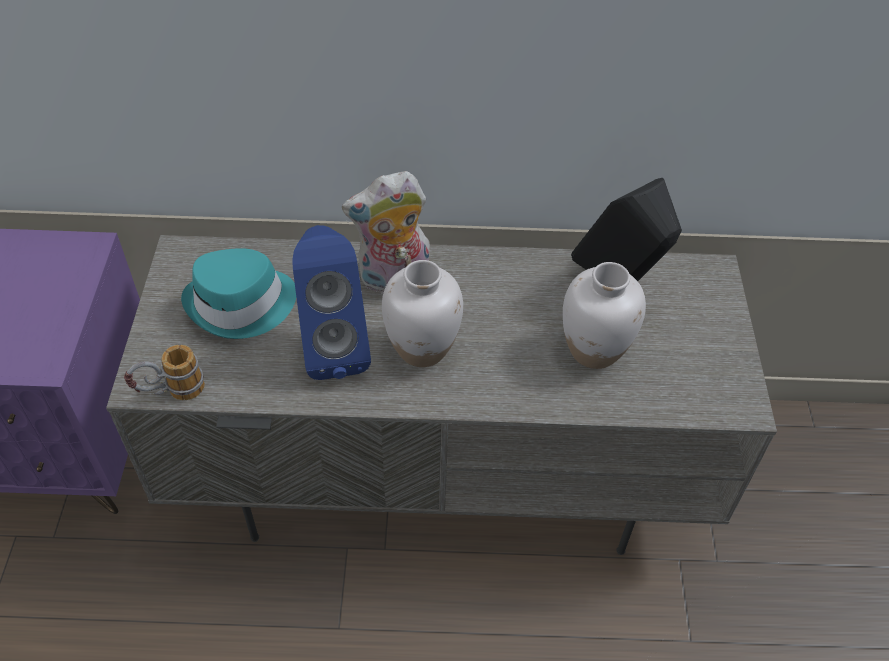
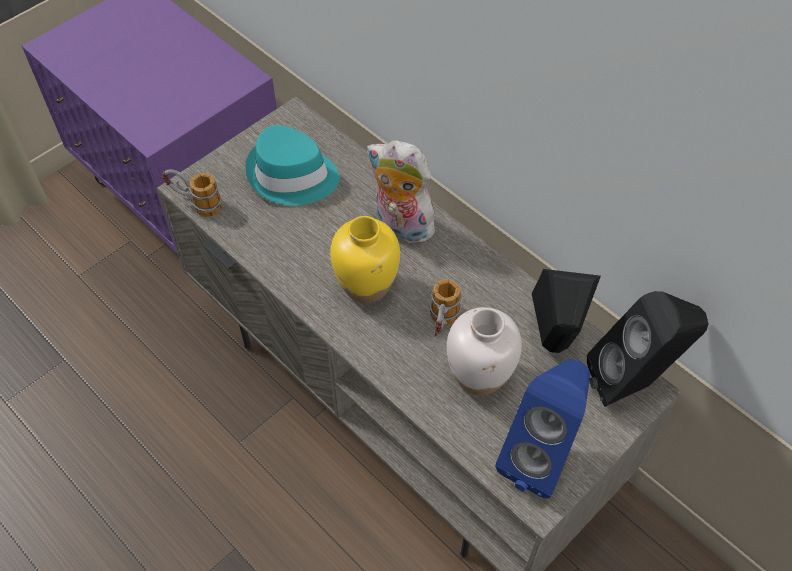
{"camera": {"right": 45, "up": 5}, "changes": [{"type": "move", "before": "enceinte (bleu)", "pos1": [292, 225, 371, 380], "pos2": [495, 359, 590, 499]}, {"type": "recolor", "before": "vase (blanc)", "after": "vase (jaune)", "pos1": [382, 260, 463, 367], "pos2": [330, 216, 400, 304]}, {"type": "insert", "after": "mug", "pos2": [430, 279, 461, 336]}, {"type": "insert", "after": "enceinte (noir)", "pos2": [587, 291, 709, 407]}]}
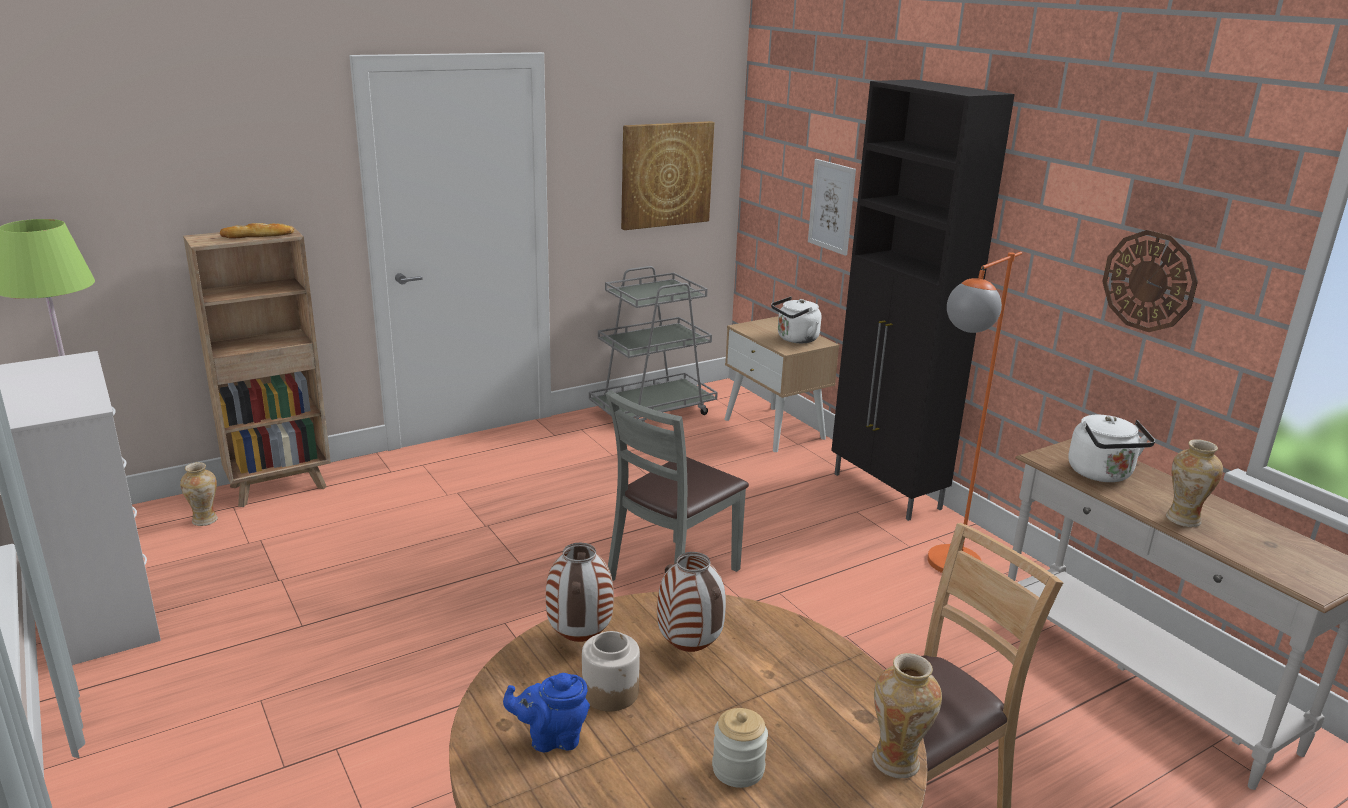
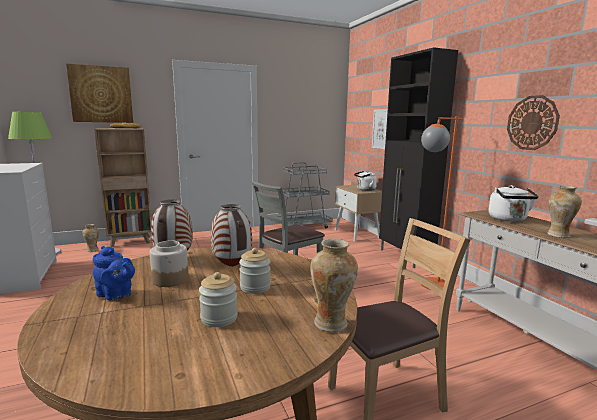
{"camera": {"right": 10, "up": -10}, "changes": [{"type": "move", "before": "tableau", "pos1": [621, 121, 715, 230], "pos2": [66, 64, 133, 123]}, {"type": "rotate", "before": "théière (bleu)", "pos1": [503, 673, 590, 752], "pos2": [93, 246, 135, 301], "turn": -150}, {"type": "insert", "after": "bocal", "pos2": [239, 248, 271, 294]}]}
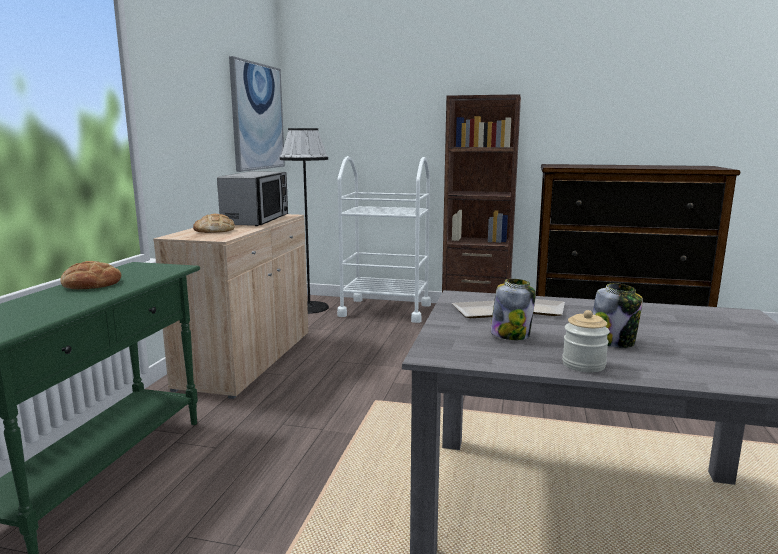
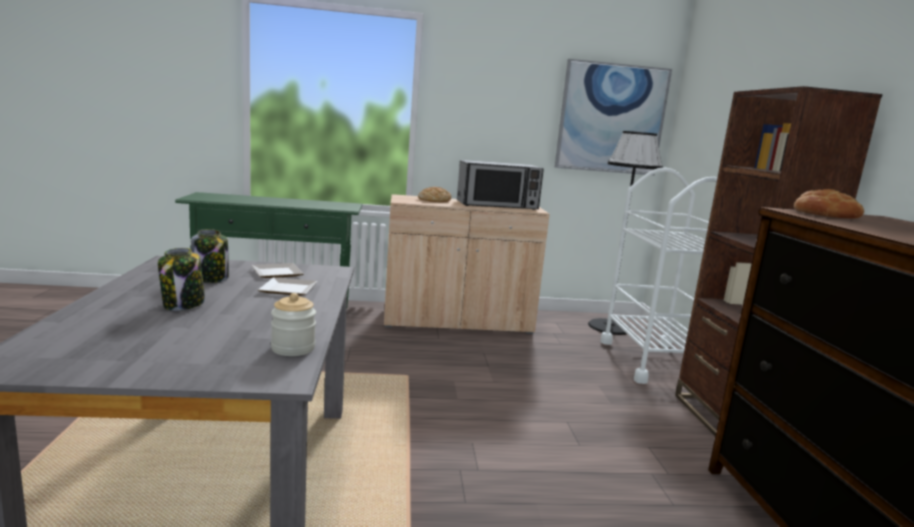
{"camera": {"right": 70, "up": 0}, "changes": [{"type": "move", "before": "pain", "pos1": [60, 261, 121, 289], "pos2": [794, 189, 864, 219]}, {"type": "move", "before": "bocal", "pos1": [562, 310, 610, 372], "pos2": [271, 293, 316, 356]}]}
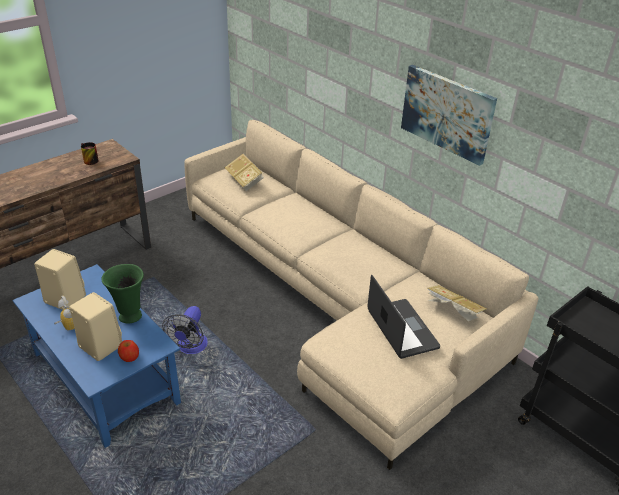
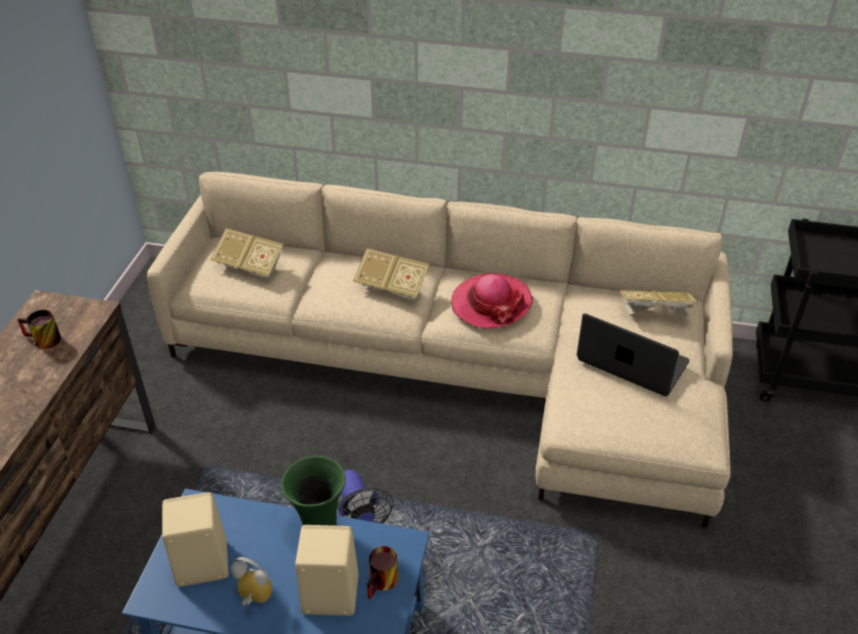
{"camera": {"right": -35, "up": 5}, "changes": [{"type": "delete", "before": "tableau", "pos1": [401, 65, 497, 166]}, {"type": "replace", "before": "pomme", "after": "mug", "pos1": [118, 340, 139, 362], "pos2": [367, 546, 398, 599]}, {"type": "insert", "after": "livre", "pos2": [353, 248, 430, 301]}, {"type": "insert", "after": "chapeau", "pos2": [451, 273, 533, 329]}]}
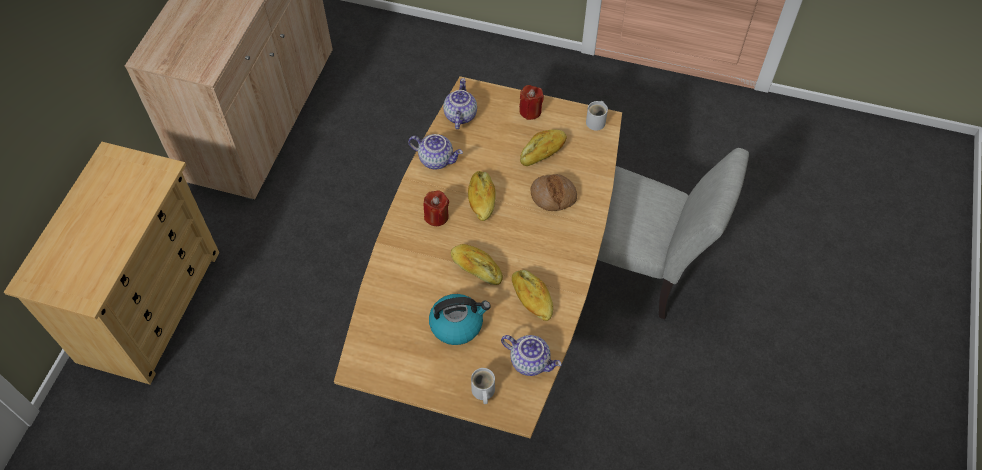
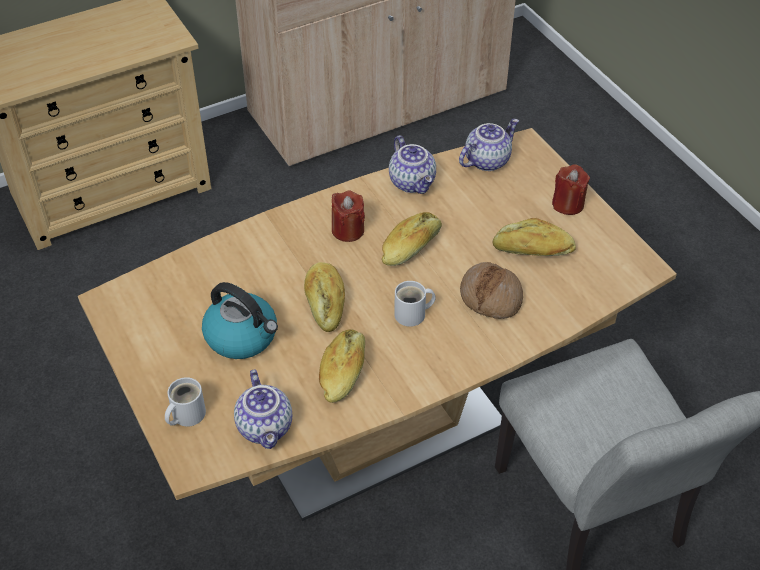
{"camera": {"right": 45, "up": -10}, "changes": [{"type": "move", "before": "mug (blanc)", "pos1": [586, 101, 608, 131], "pos2": [394, 281, 436, 327]}]}
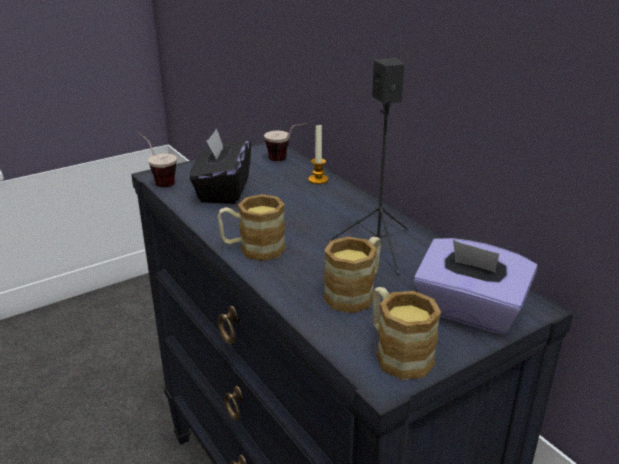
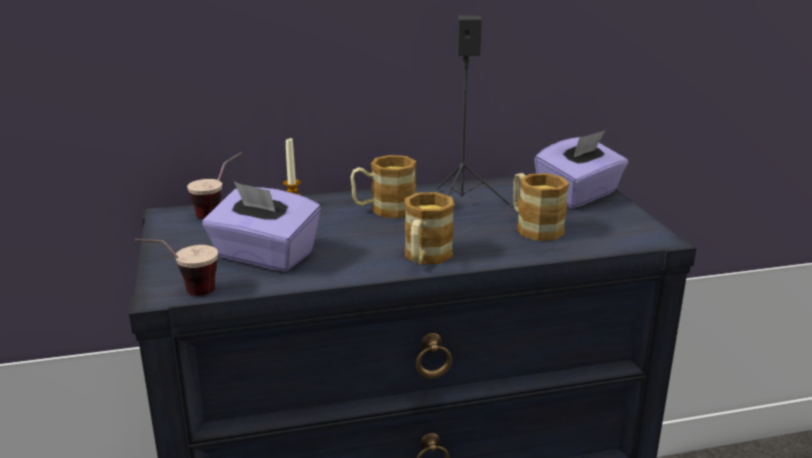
{"camera": {"right": -70, "up": -5}, "changes": [{"type": "recolor", "before": "boîte à mouchoirs (noir)", "after": "boîte à mouchoirs (violet)", "pos1": [190, 128, 251, 204], "pos2": [202, 182, 321, 272]}, {"type": "move", "before": "mug", "pos1": [373, 287, 441, 380], "pos2": [350, 155, 416, 218]}]}
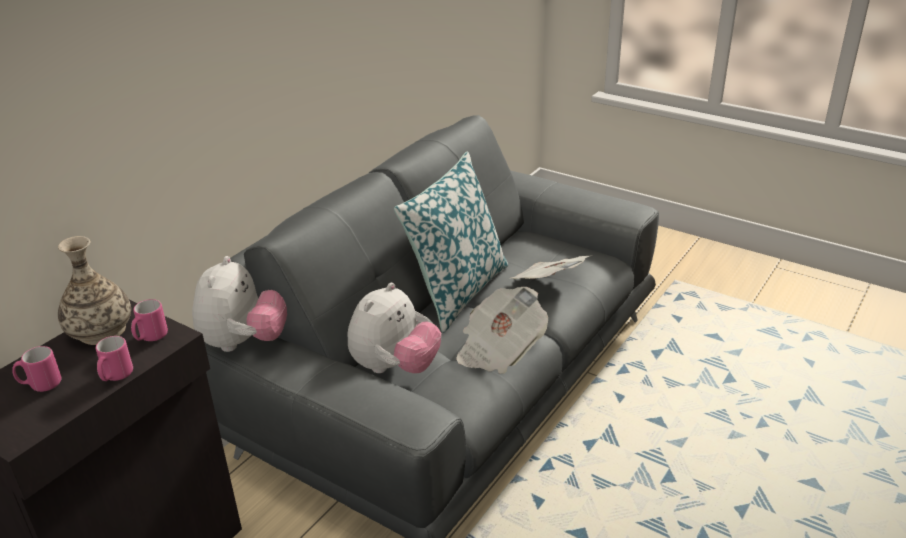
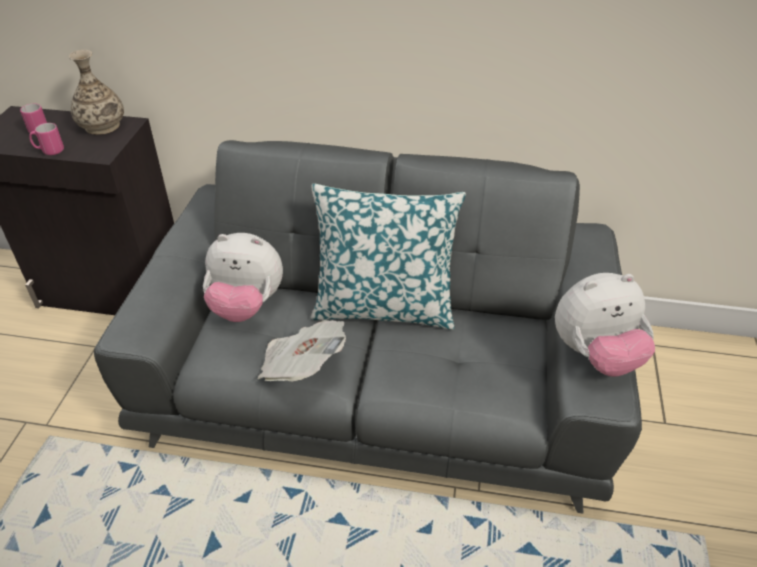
{"camera": {"right": 65, "up": 10}, "changes": [{"type": "move", "before": "peluche", "pos1": [192, 256, 287, 352], "pos2": [555, 273, 655, 377]}, {"type": "delete", "before": "journal", "pos1": [509, 256, 590, 279]}, {"type": "delete", "before": "mug (rose)", "pos1": [131, 299, 168, 341]}]}
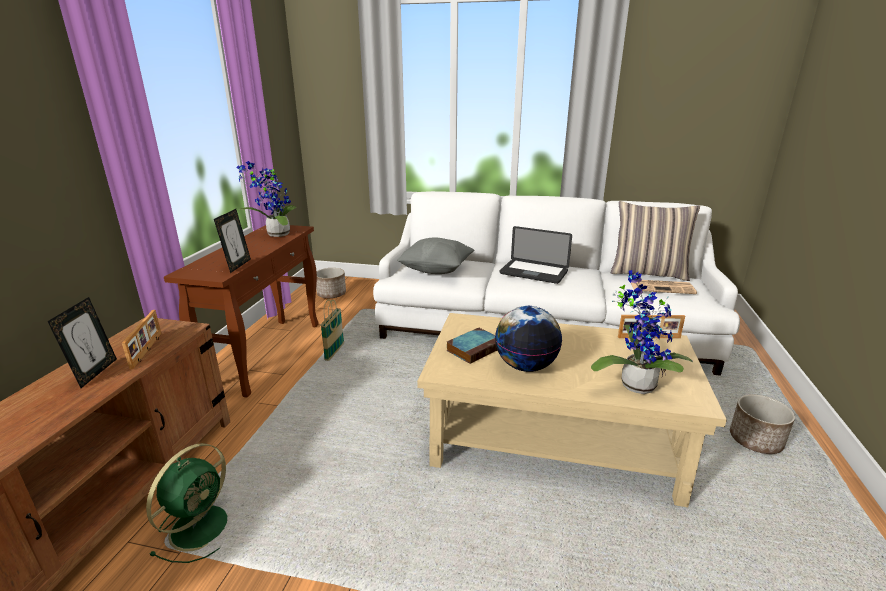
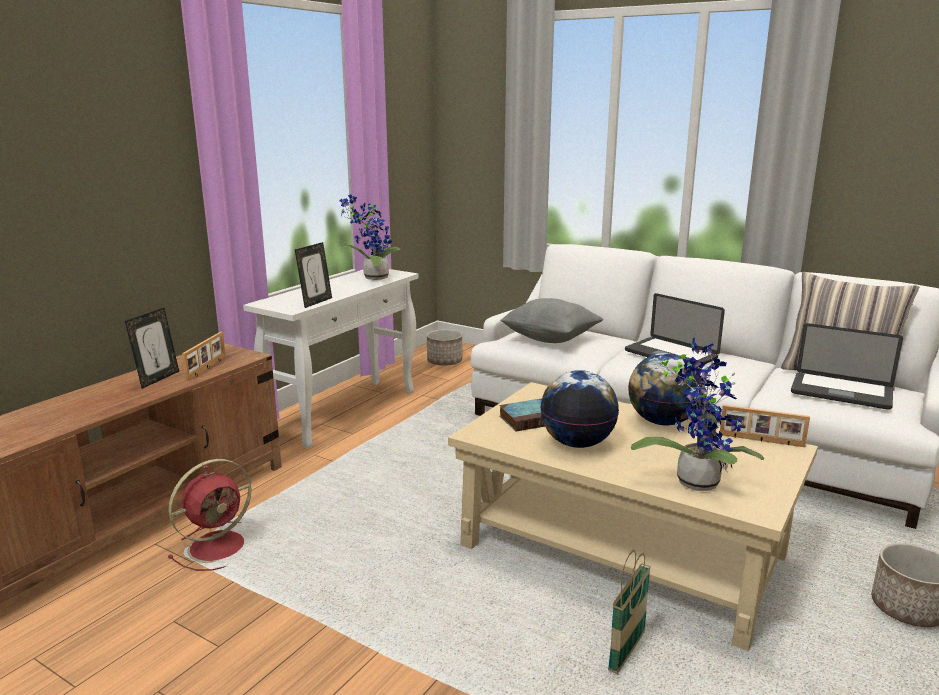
{"camera": {"right": 20, "up": -5}, "changes": [{"type": "recolor", "before": "table console (marron)", "after": "table console (blanc)", "pos1": [164, 225, 319, 398], "pos2": [243, 269, 418, 449]}, {"type": "replace", "before": "journal", "after": "ordinateur portable", "pos1": [631, 280, 697, 294], "pos2": [791, 323, 903, 410]}, {"type": "move", "before": "panier", "pos1": [320, 299, 344, 361], "pos2": [608, 550, 651, 674]}, {"type": "recolor", "before": "ventilateur (vert)", "after": "ventilateur (rouge)", "pos1": [146, 443, 227, 563], "pos2": [168, 459, 252, 571]}, {"type": "insert", "after": "globe", "pos2": [628, 353, 703, 426]}]}
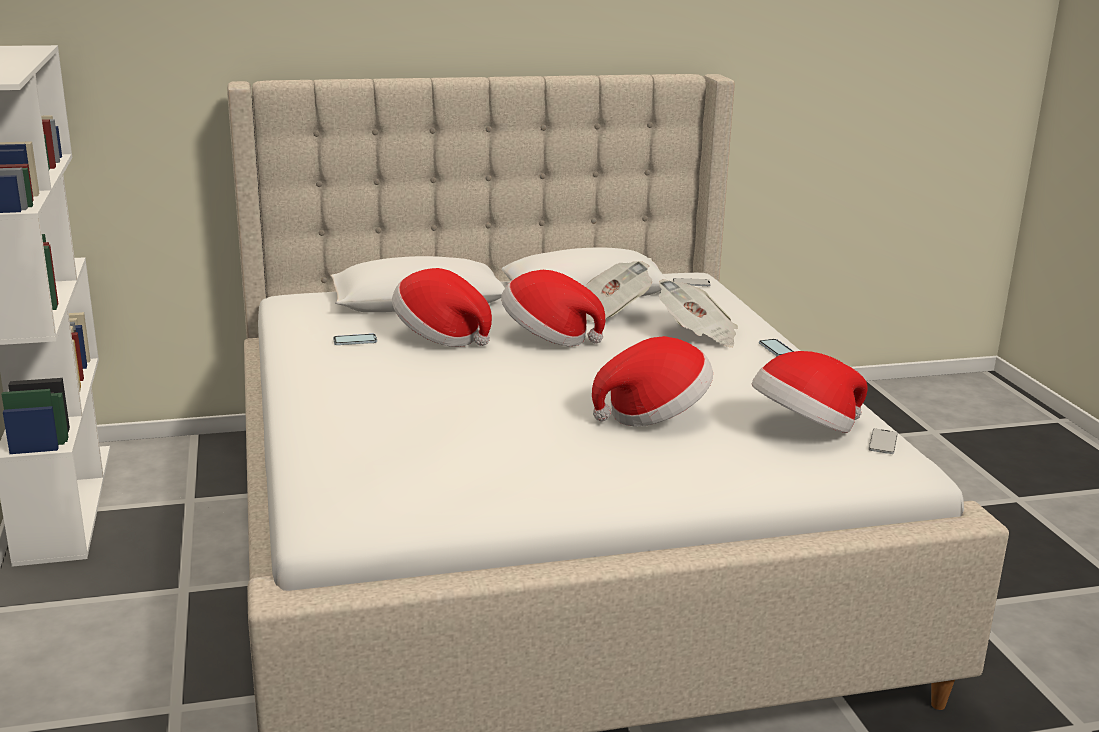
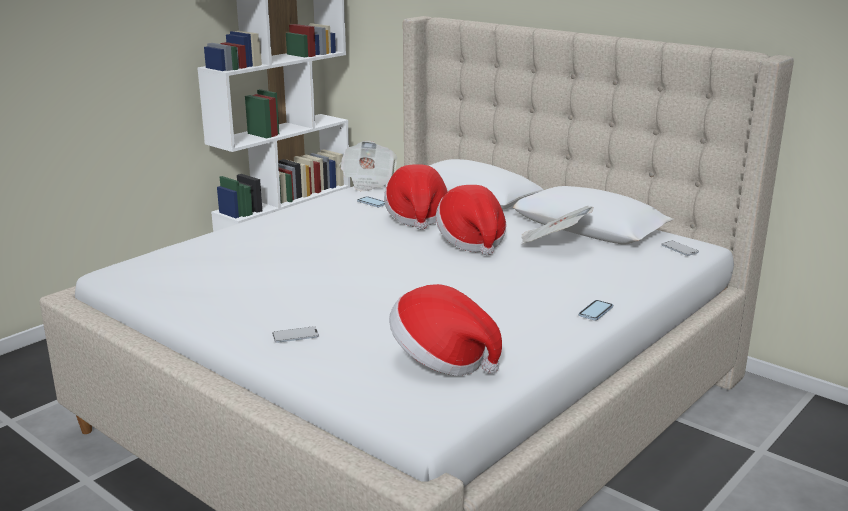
{"camera": {"right": 55, "up": 0}, "changes": [{"type": "move", "before": "journal", "pos1": [659, 279, 738, 347], "pos2": [339, 141, 398, 191]}, {"type": "delete", "before": "chapeau", "pos1": [592, 336, 713, 427]}, {"type": "move", "before": "téléphone", "pos1": [869, 428, 898, 454], "pos2": [273, 326, 319, 343]}]}
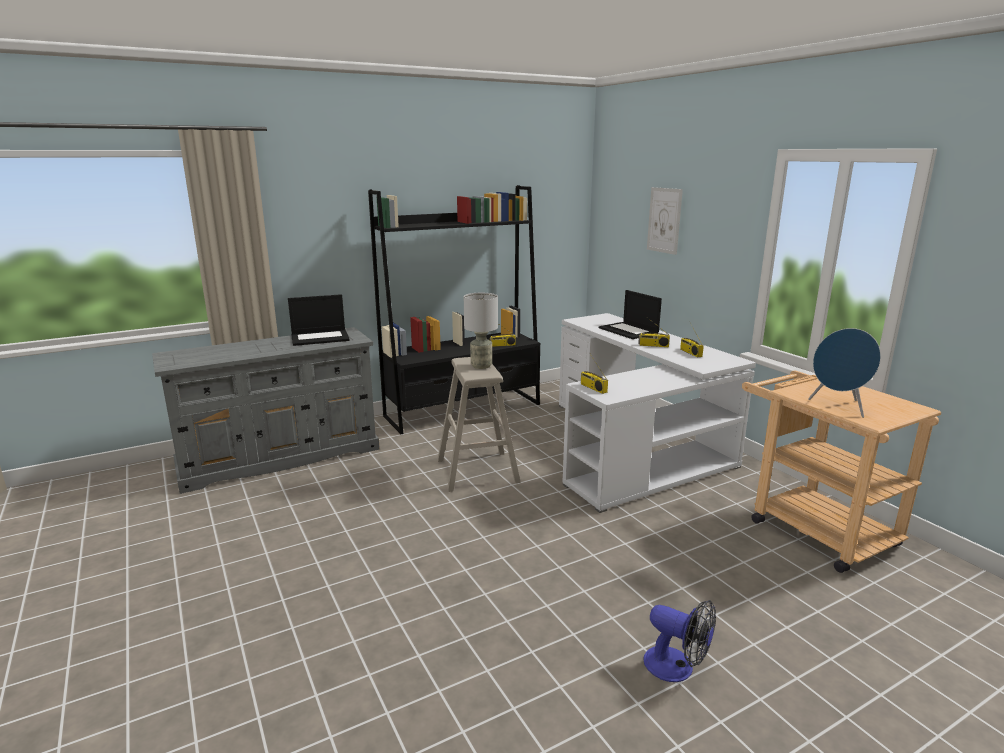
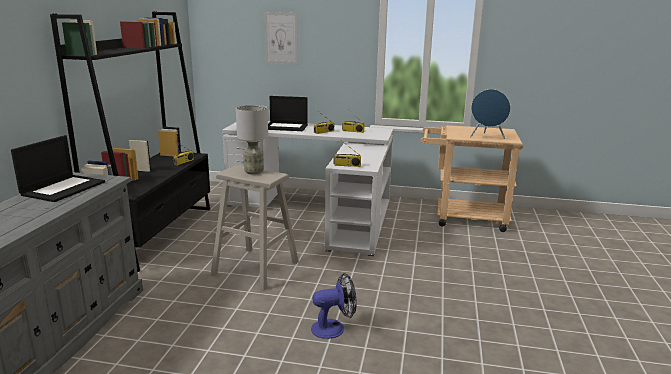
{"camera": {"right": -50, "up": 0}, "changes": [{"type": "move", "before": "ventilateur", "pos1": [643, 600, 716, 682], "pos2": [311, 273, 356, 339]}]}
